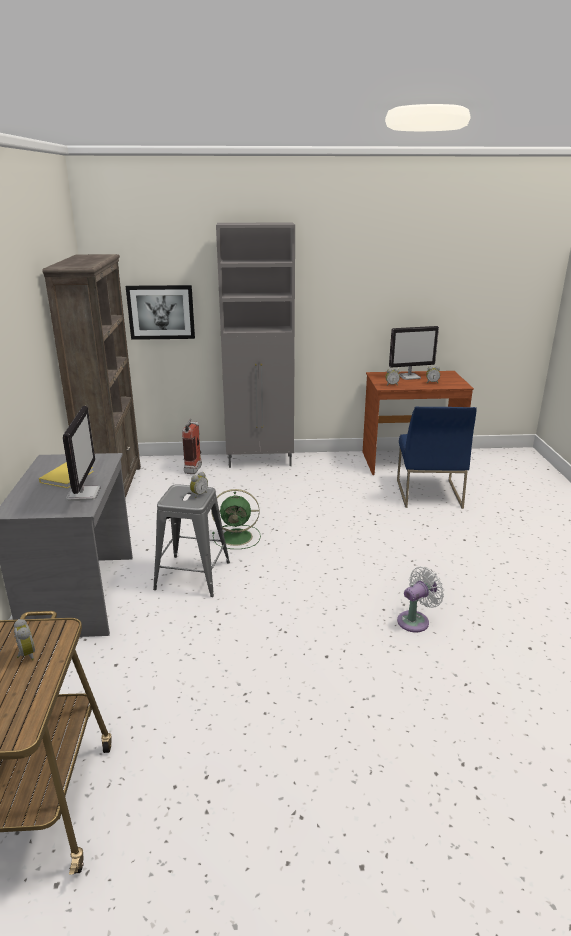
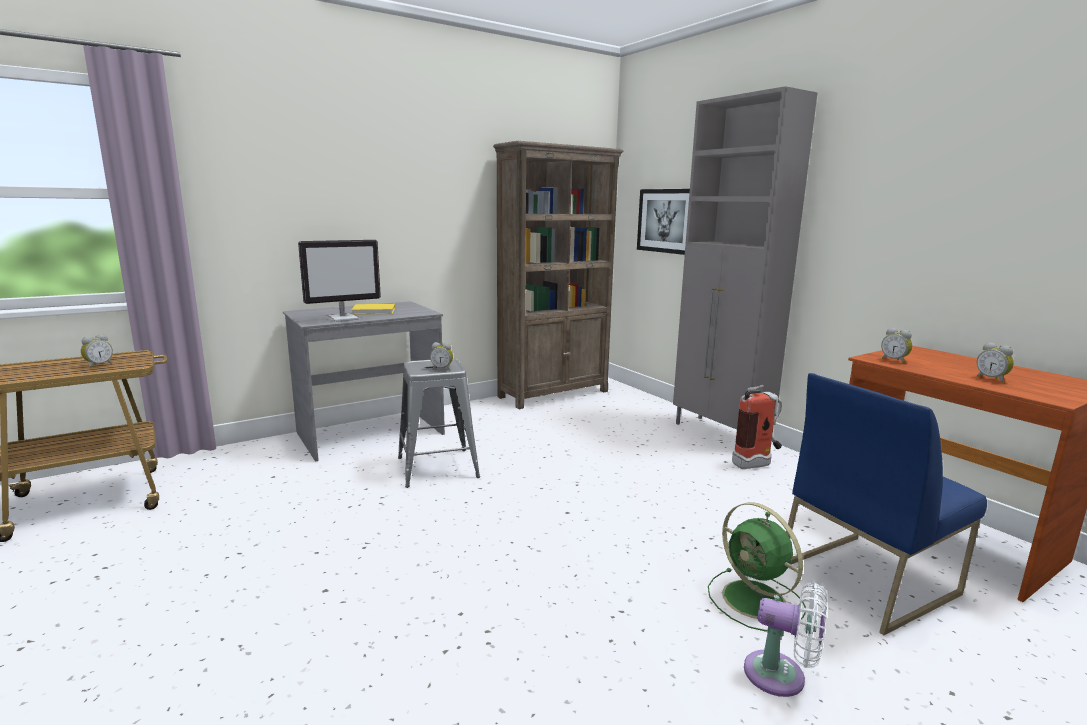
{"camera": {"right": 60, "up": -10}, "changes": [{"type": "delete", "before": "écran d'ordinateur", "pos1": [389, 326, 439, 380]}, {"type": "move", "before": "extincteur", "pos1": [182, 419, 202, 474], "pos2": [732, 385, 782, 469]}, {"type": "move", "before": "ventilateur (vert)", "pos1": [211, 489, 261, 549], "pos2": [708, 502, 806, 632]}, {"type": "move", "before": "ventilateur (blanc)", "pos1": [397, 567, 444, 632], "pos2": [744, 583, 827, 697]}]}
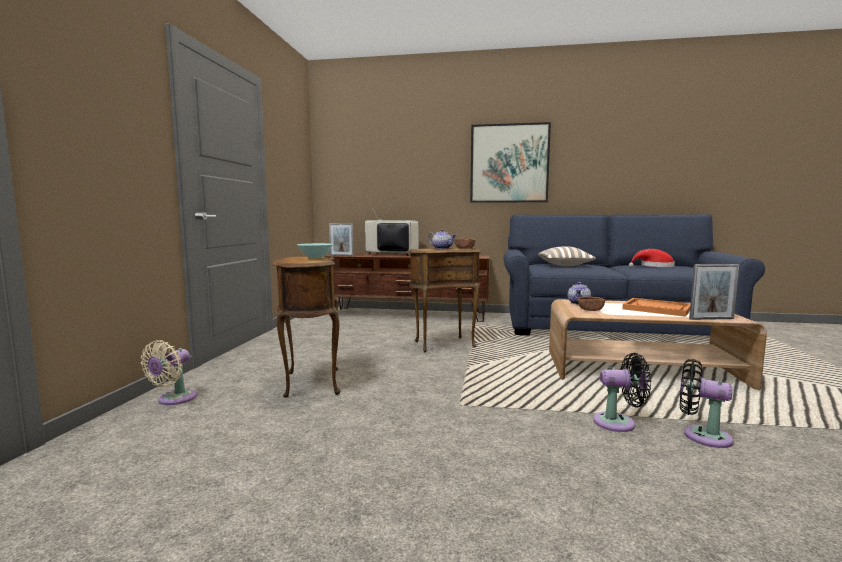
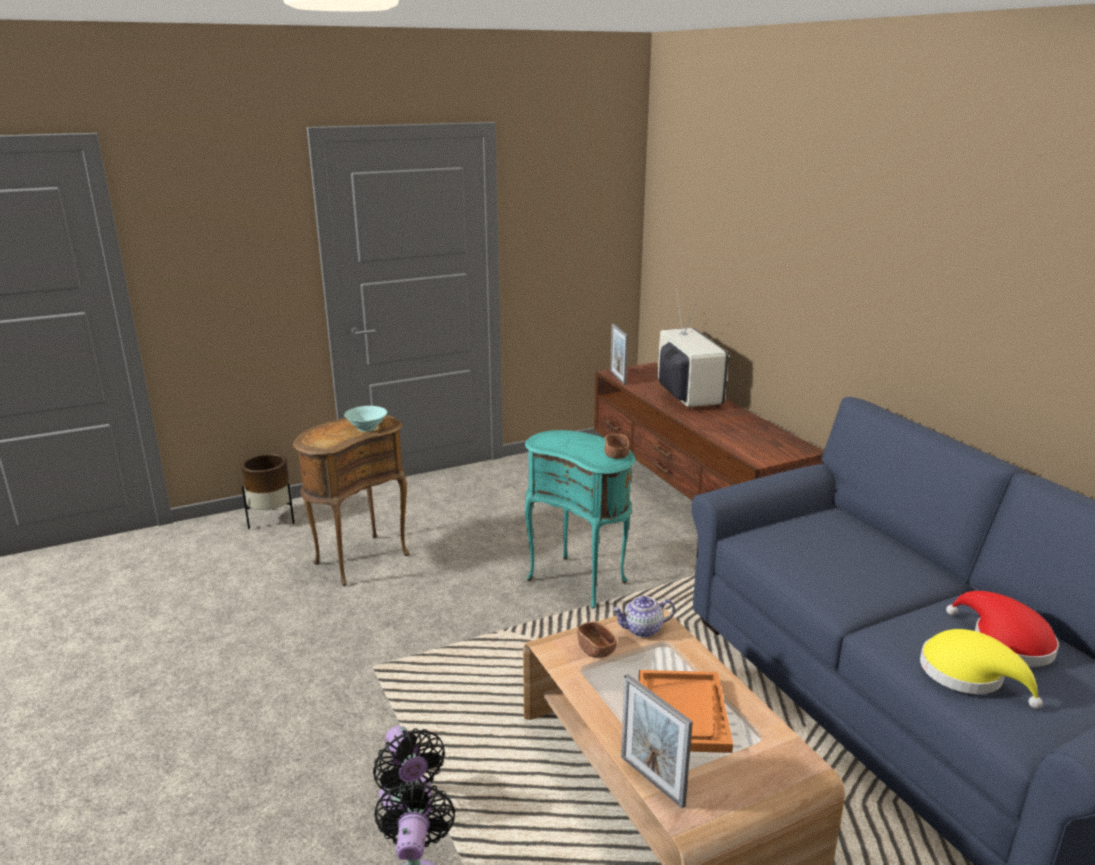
{"camera": {"right": 55, "up": 15}, "changes": [{"type": "delete", "before": "tableau", "pos1": [470, 122, 551, 203]}, {"type": "delete", "before": "théière", "pos1": [428, 229, 456, 249]}, {"type": "delete", "before": "coussin", "pos1": [538, 246, 596, 266]}, {"type": "recolor", "before": "table d'appoint (marron)", "after": "table d'appoint (turquoise)", "pos1": [408, 248, 482, 352], "pos2": [525, 430, 635, 609]}, {"type": "replace", "before": "ventilateur (beige)", "after": "cache-pot (marron)", "pos1": [141, 340, 197, 405], "pos2": [241, 453, 295, 529]}, {"type": "insert", "after": "chapeau (jaune)", "pos2": [920, 629, 1043, 709]}]}
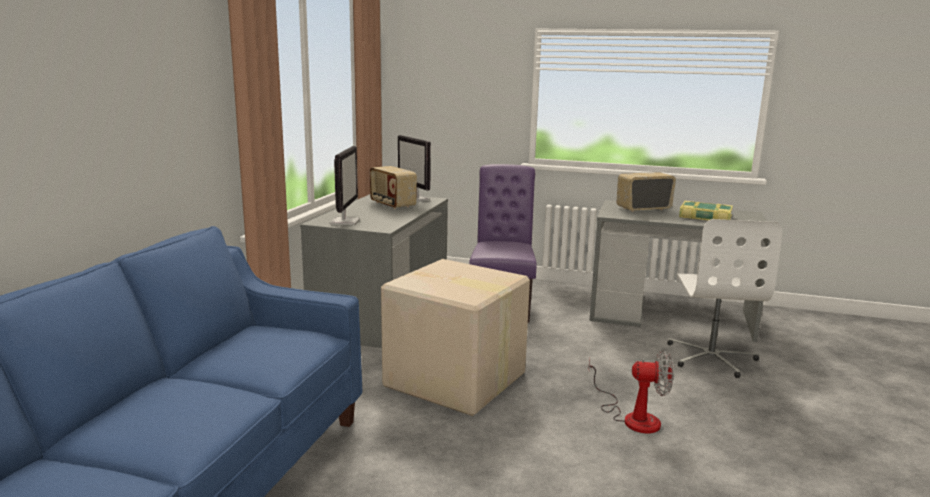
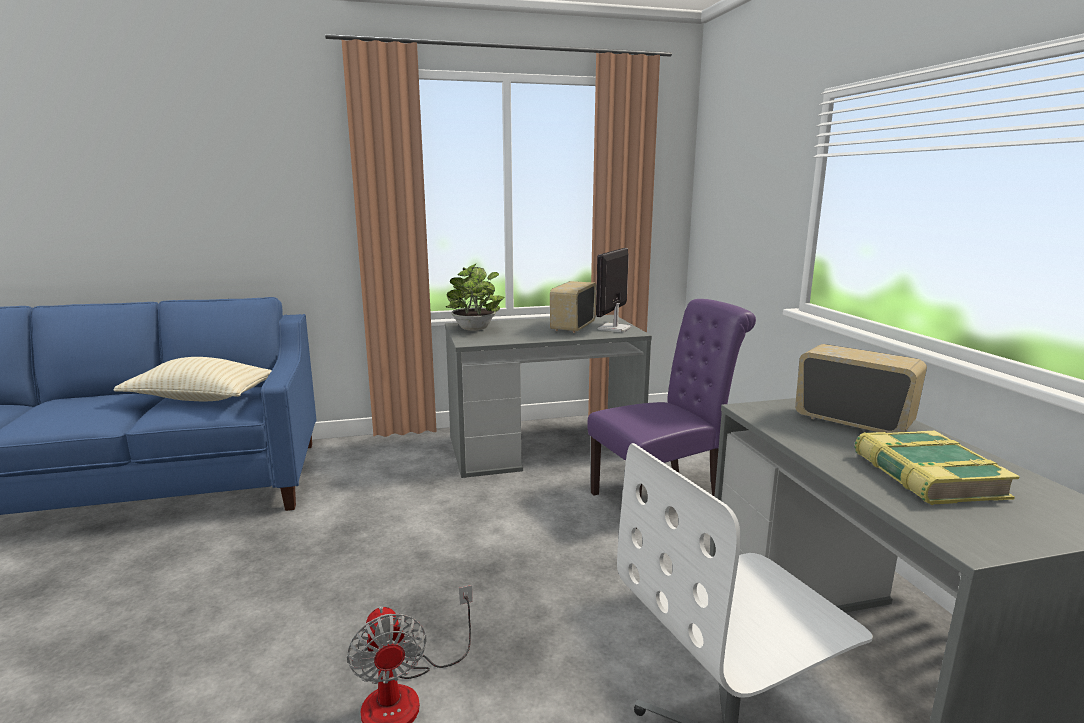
{"camera": {"right": 60, "up": 0}, "changes": [{"type": "replace", "before": "écran d'ordinateur", "after": "plante en pot", "pos1": [330, 146, 360, 225], "pos2": [446, 264, 504, 331]}, {"type": "delete", "before": "carton", "pos1": [381, 259, 530, 416]}, {"type": "insert", "after": "coussin (beige)", "pos2": [113, 357, 272, 401]}]}
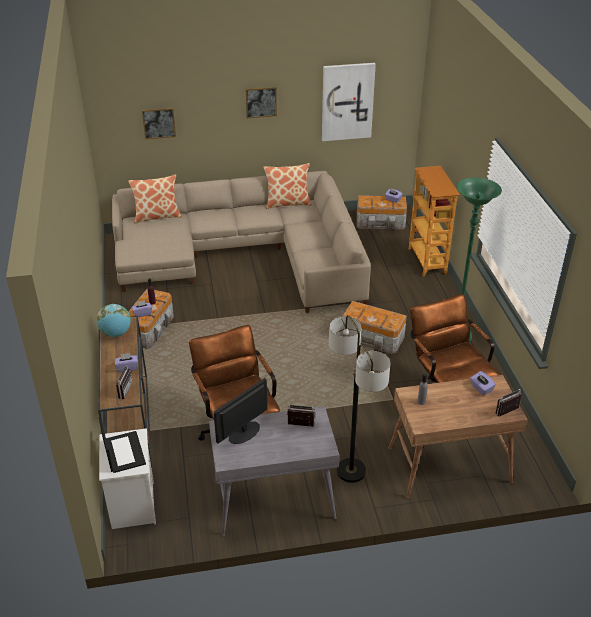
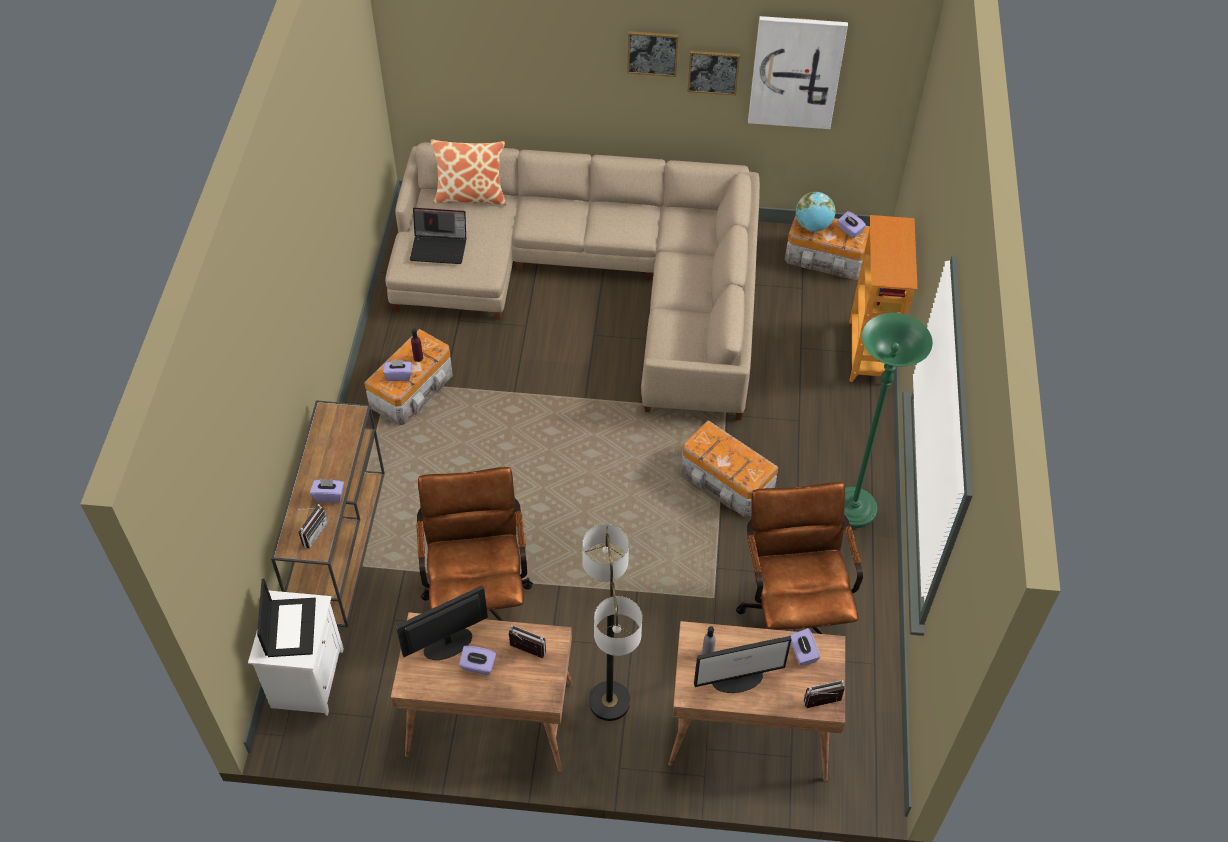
{"camera": {"right": 15, "up": 15}, "changes": [{"type": "move", "before": "tableau", "pos1": [142, 108, 176, 139], "pos2": [688, 50, 740, 96]}, {"type": "delete", "before": "coussin", "pos1": [264, 163, 311, 209]}, {"type": "move", "before": "globe", "pos1": [97, 304, 131, 337], "pos2": [796, 192, 835, 232]}, {"type": "recolor", "before": "bureau (gris)", "after": "bureau (marron)", "pos1": [209, 406, 339, 536], "pos2": [391, 612, 573, 772]}, {"type": "insert", "after": "ordinateur portable", "pos2": [410, 208, 466, 264]}, {"type": "insert", "after": "écran d'ordinateur", "pos2": [694, 636, 792, 693]}, {"type": "insert", "after": "boîte à mouchoirs (violet)", "pos2": [459, 646, 496, 675]}]}
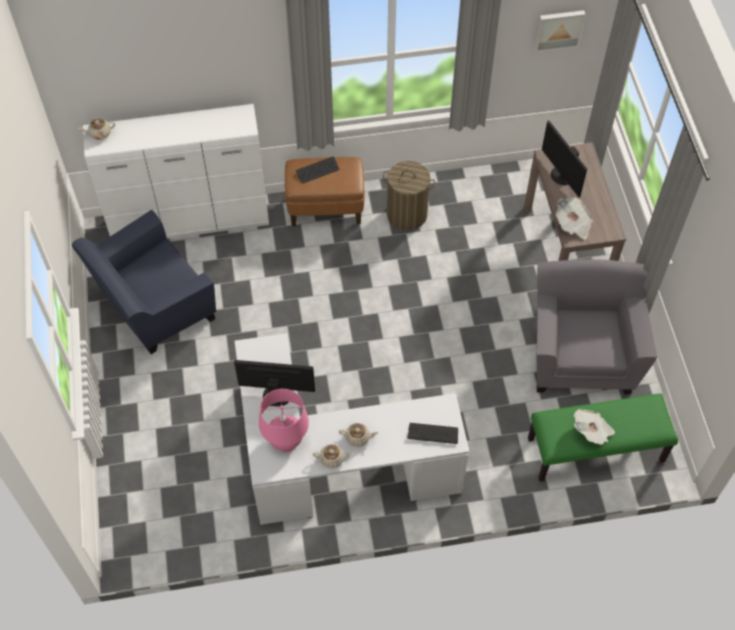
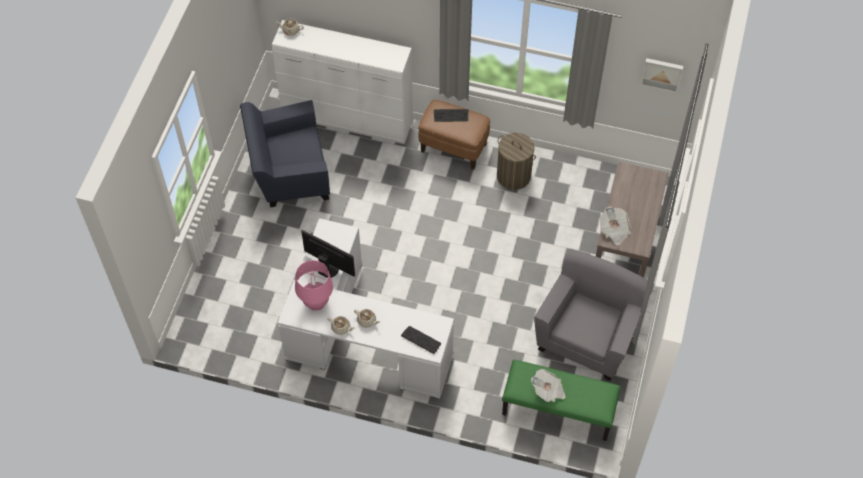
{"camera": {"right": 25, "up": 0}, "changes": [{"type": "delete", "before": "écran d'ordinateur", "pos1": [542, 121, 587, 197]}]}
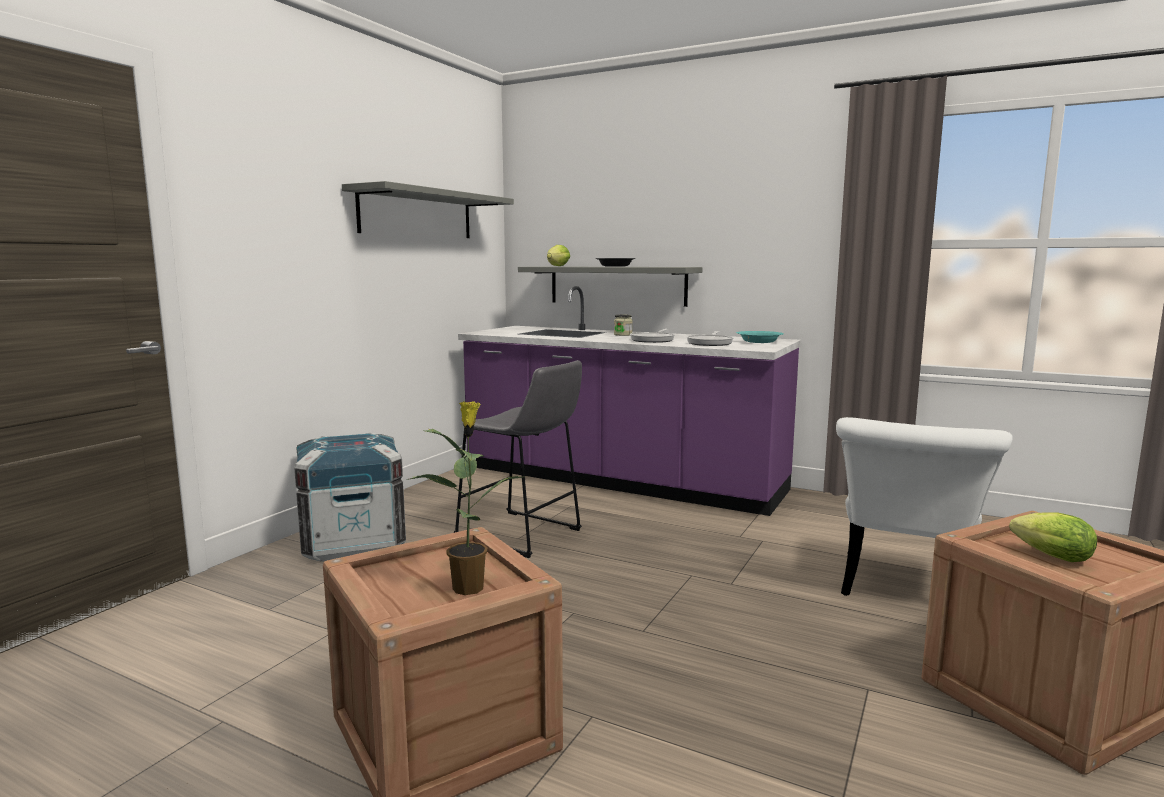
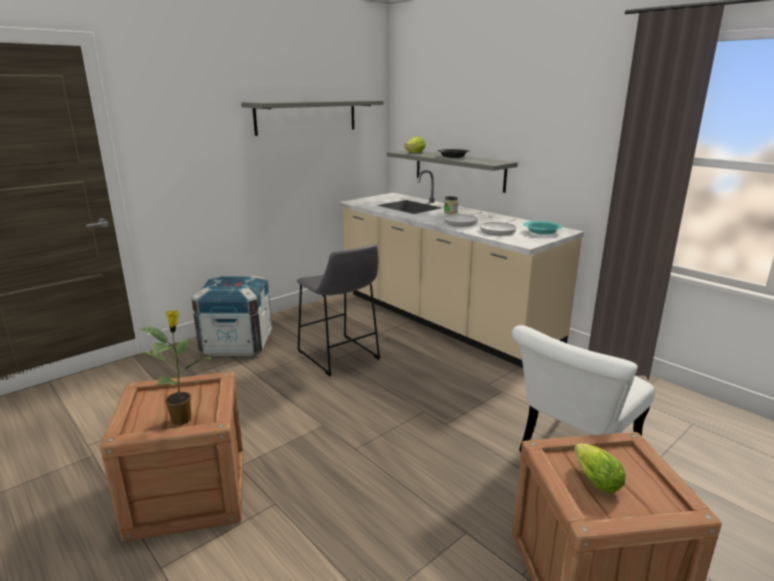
{"camera": {"right": 20, "up": 10}, "changes": [{"type": "recolor", "before": "comptoir de cuisine (violet)", "after": "comptoir de cuisine (beige)", "pos1": [458, 286, 801, 516], "pos2": [338, 170, 584, 368]}]}
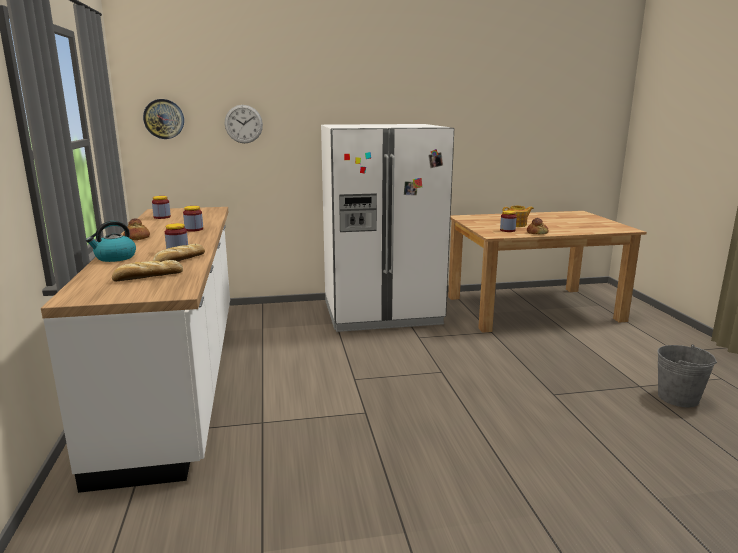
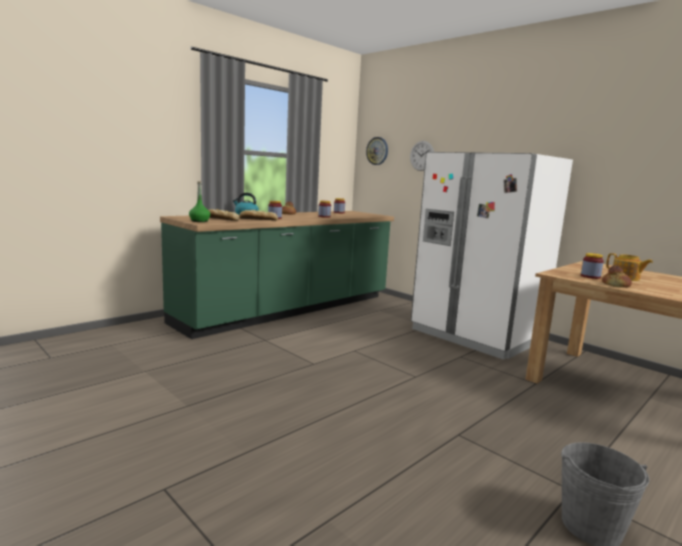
{"camera": {"right": 55, "up": -5}, "changes": [{"type": "recolor", "before": "comptoir de cuisine (blanc)", "after": "comptoir de cuisine (vert)", "pos1": [41, 207, 230, 493], "pos2": [160, 211, 394, 339]}, {"type": "insert", "after": "bouteille (vert)", "pos2": [189, 181, 210, 222]}]}
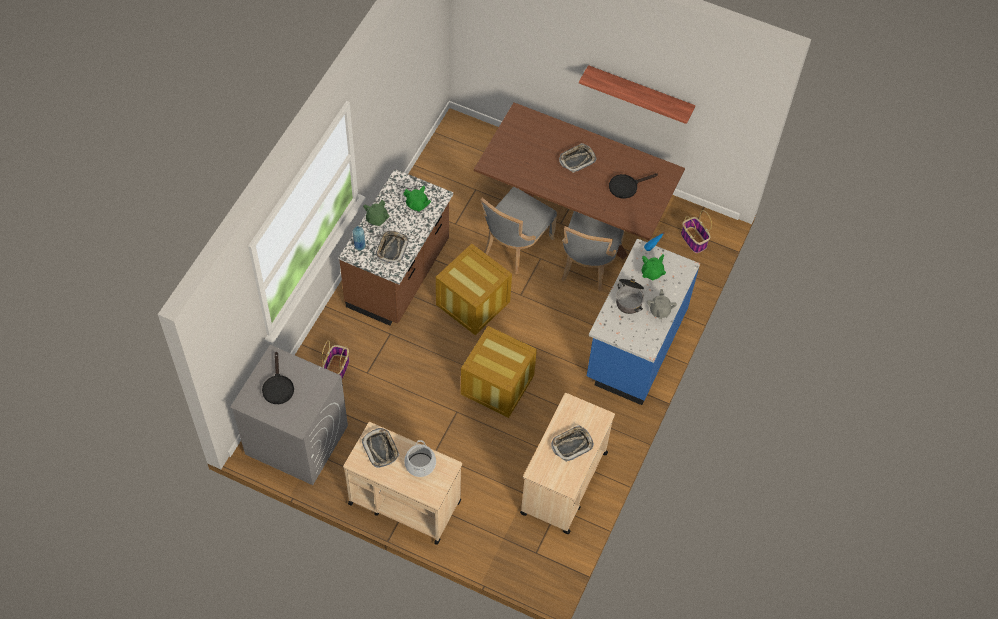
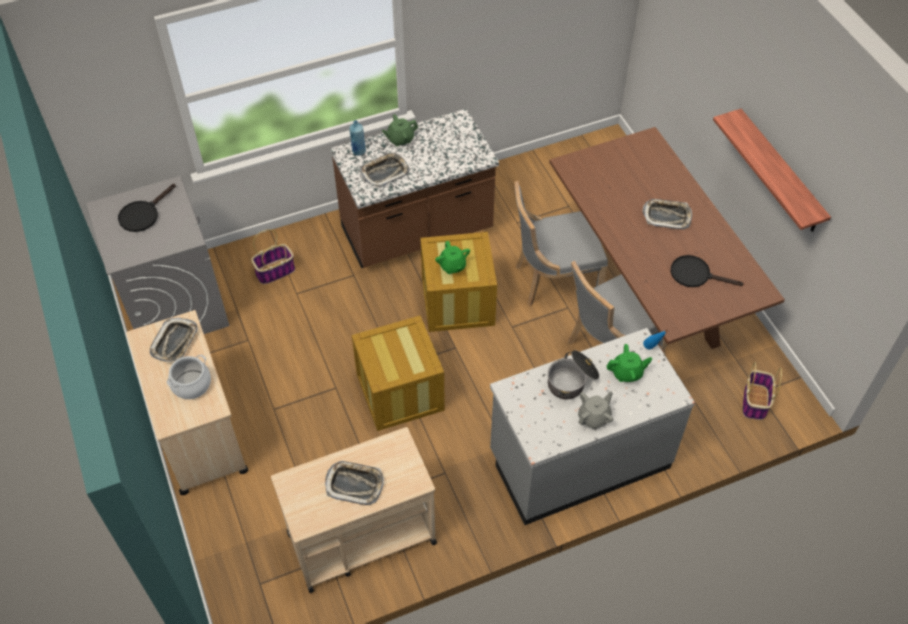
{"camera": {"right": 45, "up": -5}, "changes": [{"type": "move", "before": "théière (vert)", "pos1": [404, 186, 431, 212], "pos2": [435, 241, 470, 274]}, {"type": "recolor", "before": "comptoir de cuisine (bleu)", "after": "comptoir de cuisine (gris)", "pos1": [587, 238, 700, 405], "pos2": [490, 328, 695, 525]}]}
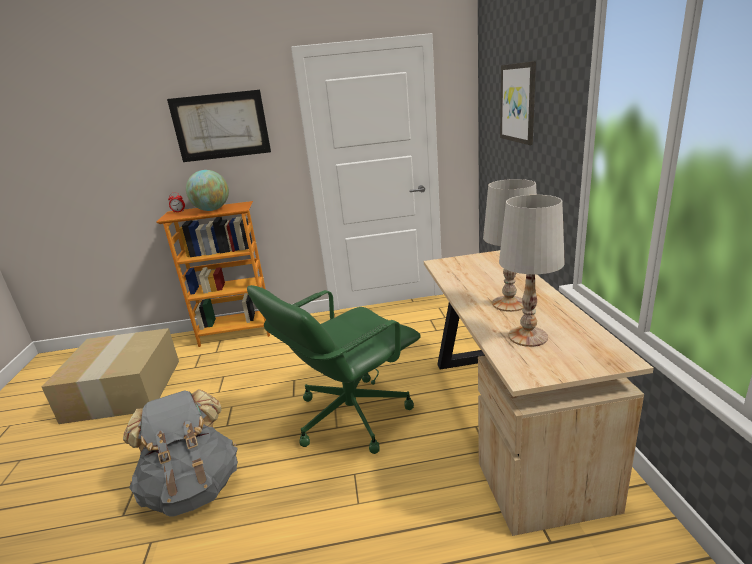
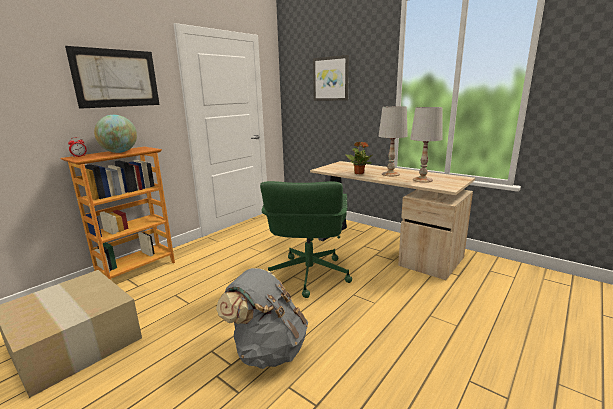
{"camera": {"right": -45, "up": -5}, "changes": [{"type": "insert", "after": "plante en pot", "pos2": [345, 141, 372, 174]}]}
